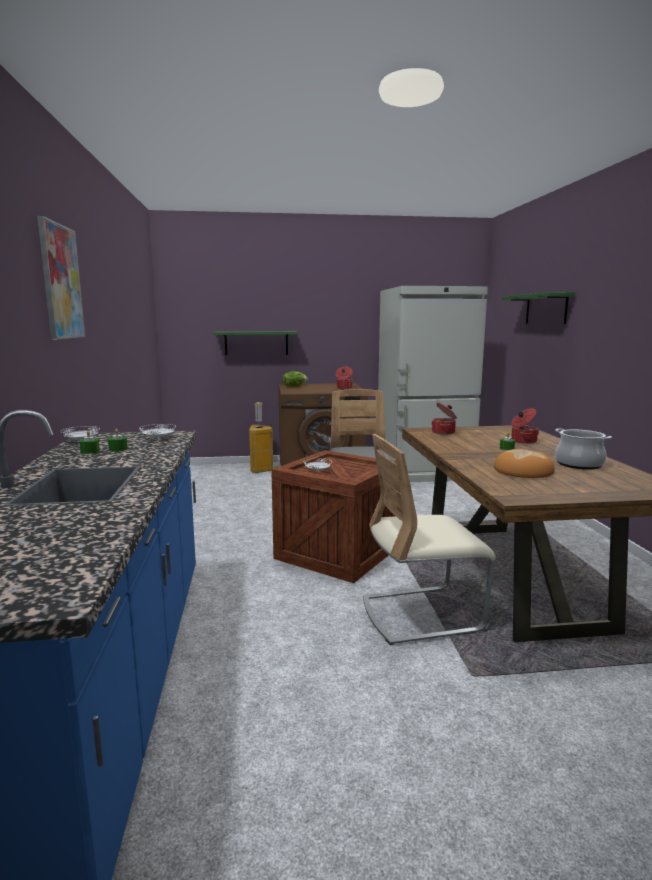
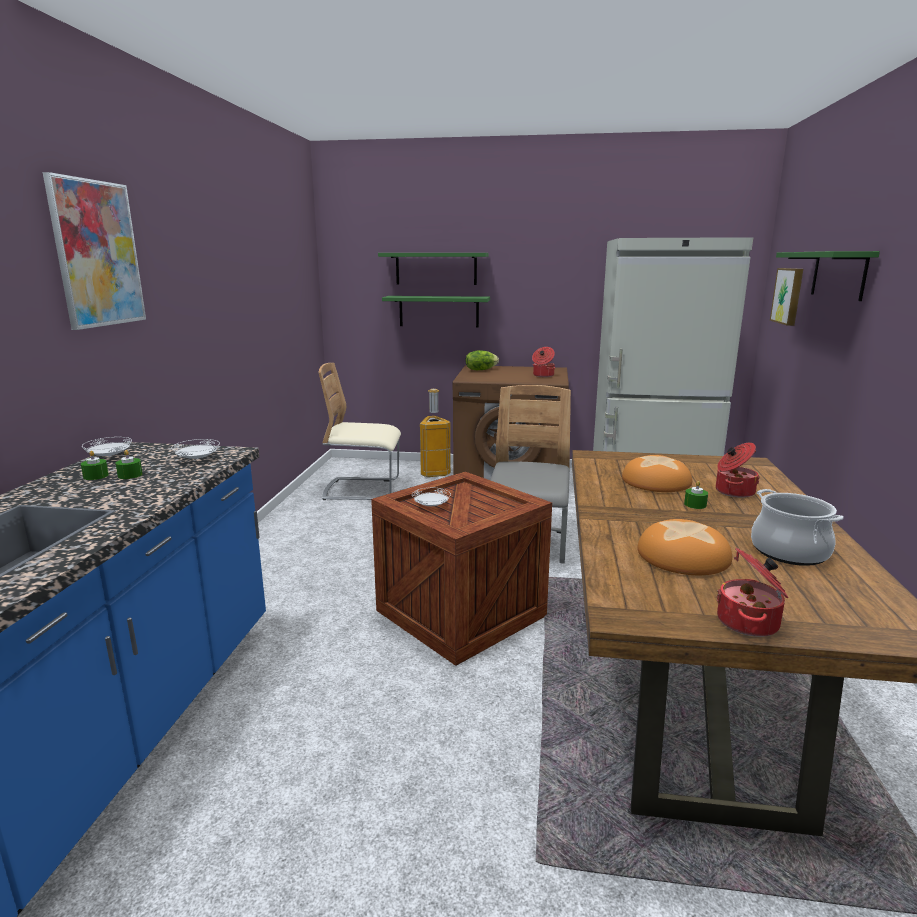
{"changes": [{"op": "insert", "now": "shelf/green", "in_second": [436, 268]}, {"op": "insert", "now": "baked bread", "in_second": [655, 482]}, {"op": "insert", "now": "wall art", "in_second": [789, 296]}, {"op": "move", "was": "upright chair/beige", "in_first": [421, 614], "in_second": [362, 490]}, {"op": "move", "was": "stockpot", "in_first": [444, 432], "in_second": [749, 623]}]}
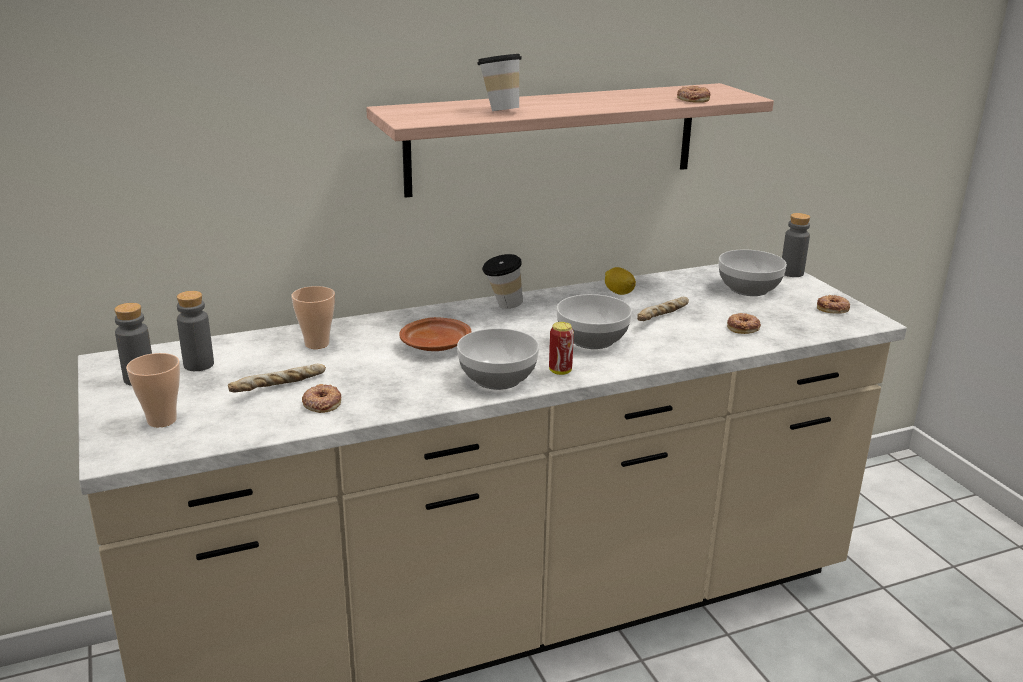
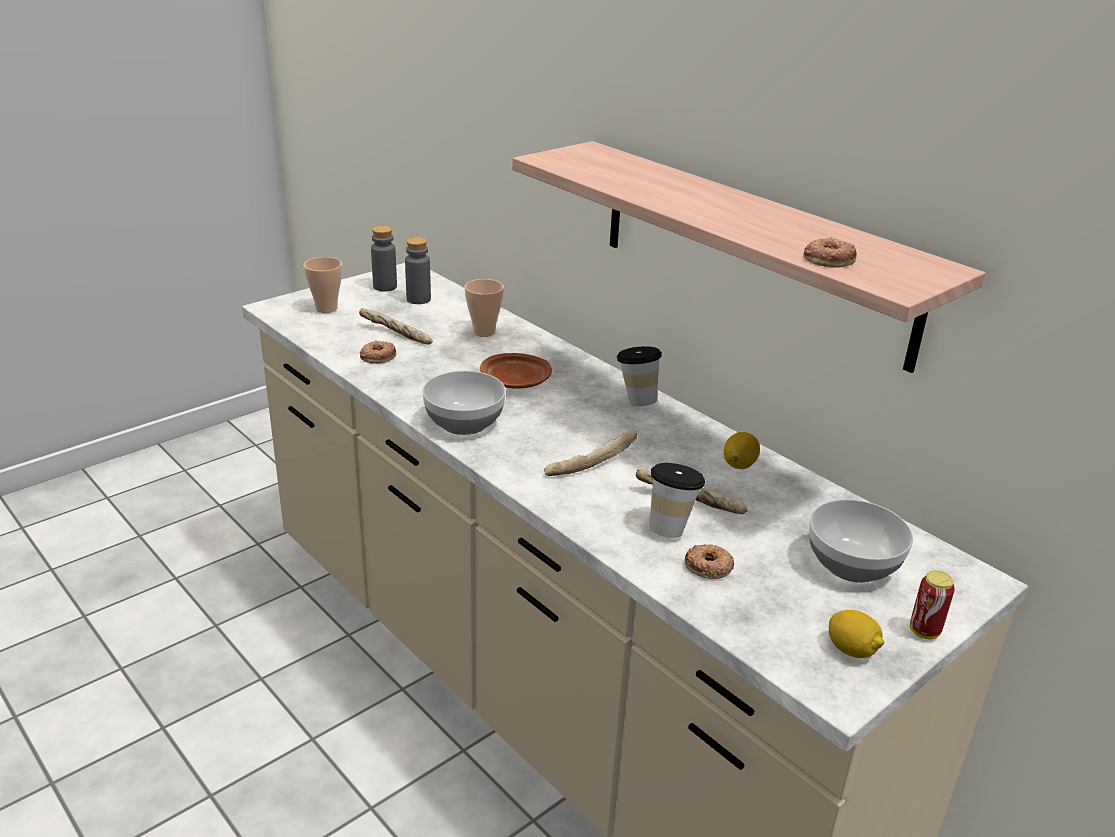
{"changes": [{"op": "delete", "was": "beverage bottle/gray", "in_first": [791, 273]}, {"op": "move", "was": "cup", "in_first": [499, 110], "in_second": [671, 527]}, {"op": "move", "was": "sealed can", "in_first": [560, 371], "in_second": [924, 631]}, {"op": "replace", "was": "serving bowl", "now": "baked bread", "in_first": [593, 339], "in_second": [590, 463]}, {"op": "replace", "was": "doughnut", "now": "citrus fruit", "in_first": [833, 308], "in_second": [851, 650]}]}
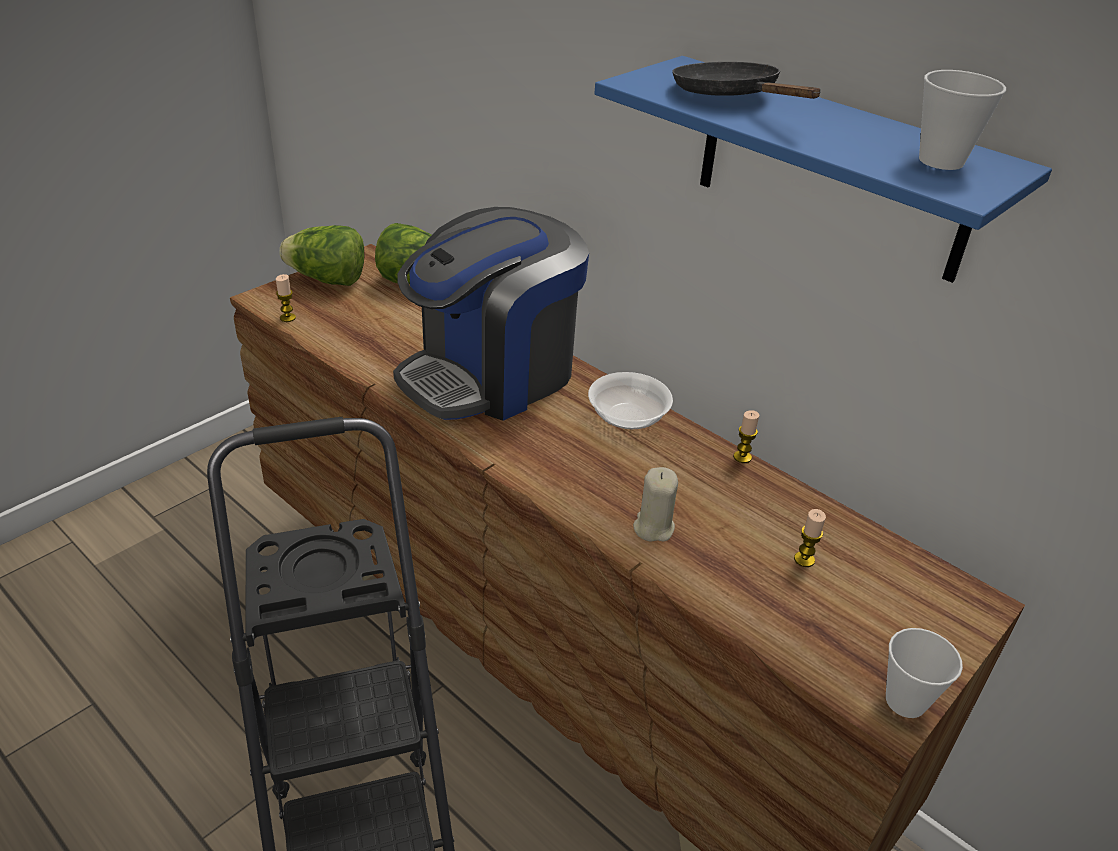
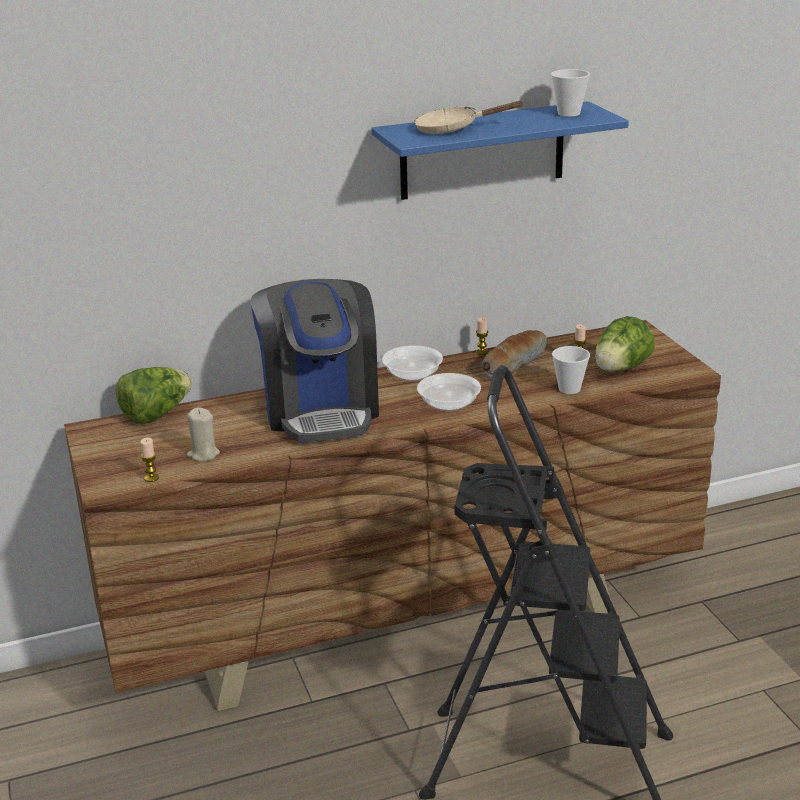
{"changes": [{"op": "insert", "now": "serving bowl", "in_second": [449, 405]}, {"op": "insert", "now": "baked bread", "in_second": [513, 364]}, {"op": "move", "was": "lettuce head", "in_first": [327, 280], "in_second": [620, 369]}, {"op": "move", "was": "candle/beige", "in_first": [653, 527], "in_second": [203, 454]}, {"op": "move", "was": "cup", "in_first": [905, 701], "in_second": [569, 389]}, {"op": "recolor", "was": "frying pan/black-coloured", "now": "frying pan/beige", "in_first": [731, 97], "in_second": [453, 129]}]}
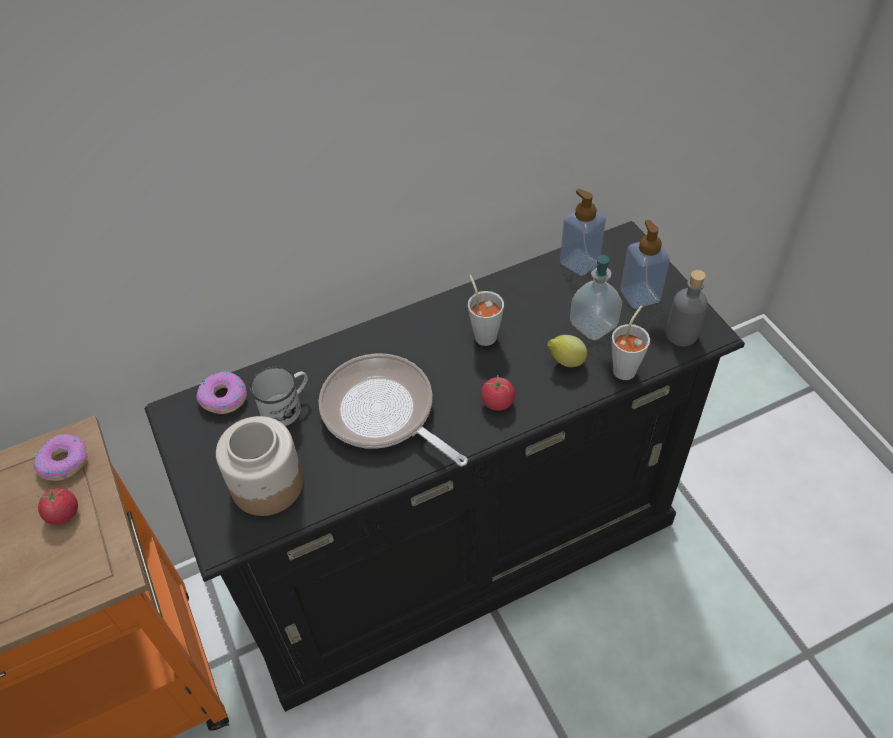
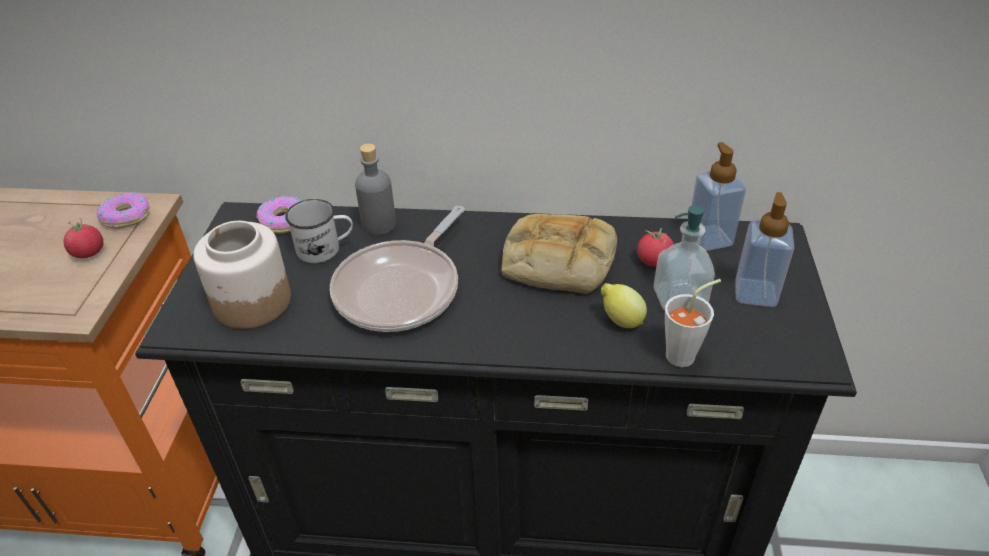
{"changes": [{"op": "move", "was": "tomato", "in_first": [497, 402], "in_second": [654, 261]}, {"op": "move", "was": "beverage bottle/gray", "in_first": [681, 334], "in_second": [379, 225]}, {"op": "replace", "was": "cup/gray", "now": "baked bread", "in_first": [483, 333], "in_second": [556, 262]}, {"op": "rotate", "was": "frying pan", "in_first": [382, 412], "in_second": [402, 289], "clockwise": -135}]}
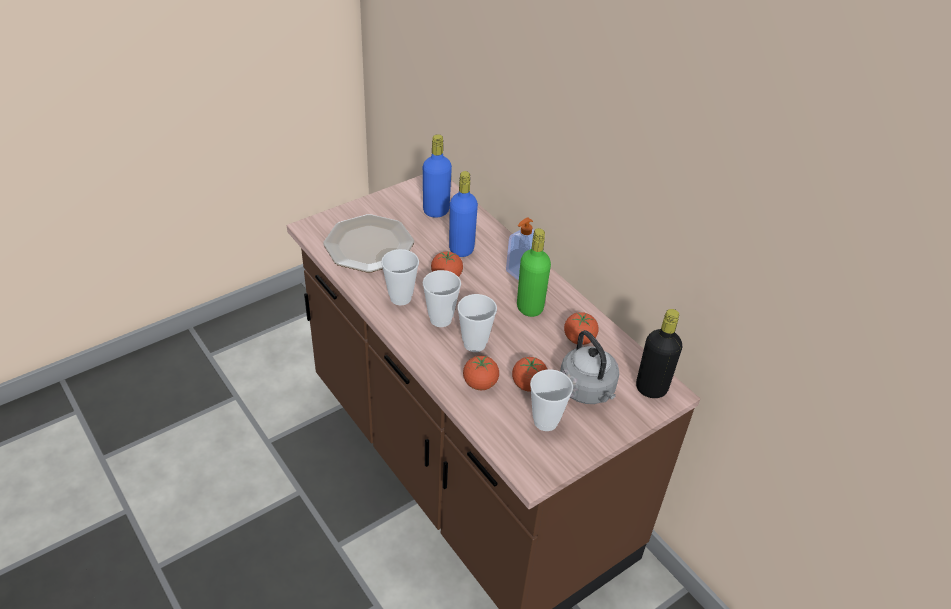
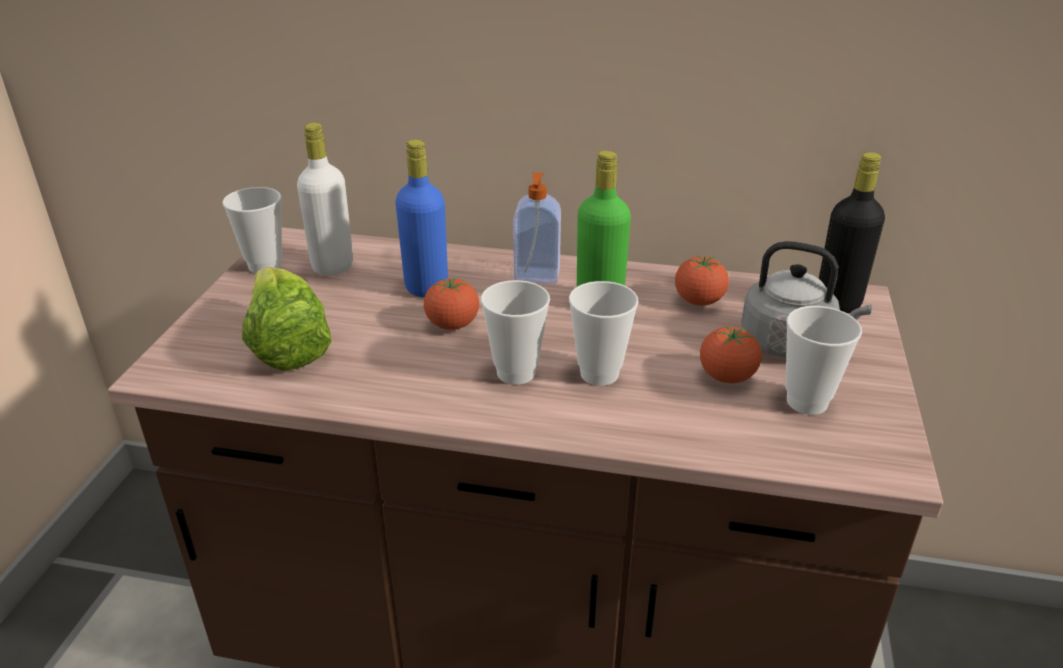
{"changes": [{"op": "delete", "was": "tomato", "in_first": [480, 383]}, {"op": "move", "was": "cup", "in_first": [400, 298], "in_second": [264, 265]}, {"op": "replace", "was": "dinner plate", "now": "lettuce head", "in_first": [368, 245], "in_second": [287, 347]}, {"op": "recolor", "was": "beverage bottle/blue-coloured", "now": "beverage bottle/white-coloured", "in_first": [436, 211], "in_second": [333, 266]}]}
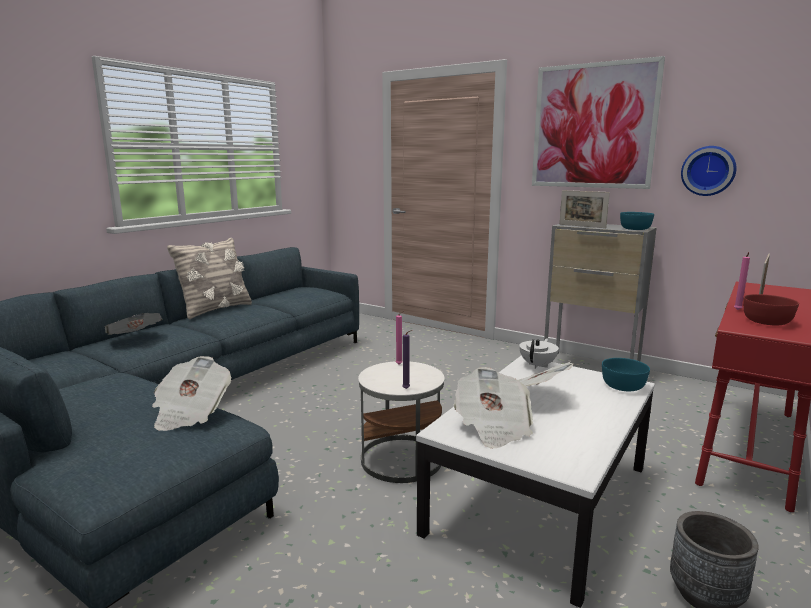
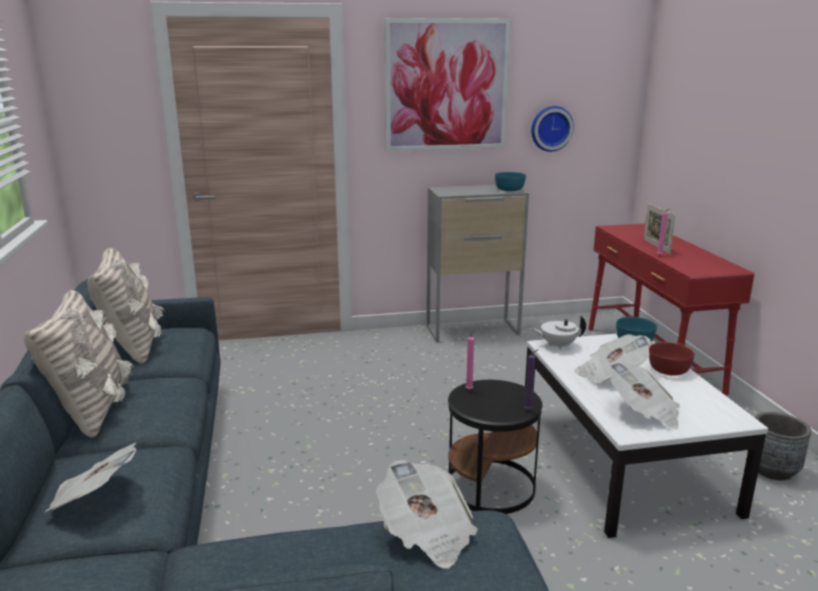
{"changes": [{"op": "delete", "was": "photo frame", "in_first": [582, 226]}, {"op": "insert", "now": "throw pillow/beige", "in_second": [135, 345]}, {"op": "move", "was": "serving bowl/reddish", "in_first": [767, 322], "in_second": [669, 370]}, {"op": "recolor", "was": "accent table/white-coloured", "now": "accent table/black-coloured", "in_first": [402, 459], "in_second": [491, 486]}, {"op": "rotate", "was": "pot for tea/white-coloured", "in_first": [538, 365], "in_second": [557, 345], "clockwise": -75}]}
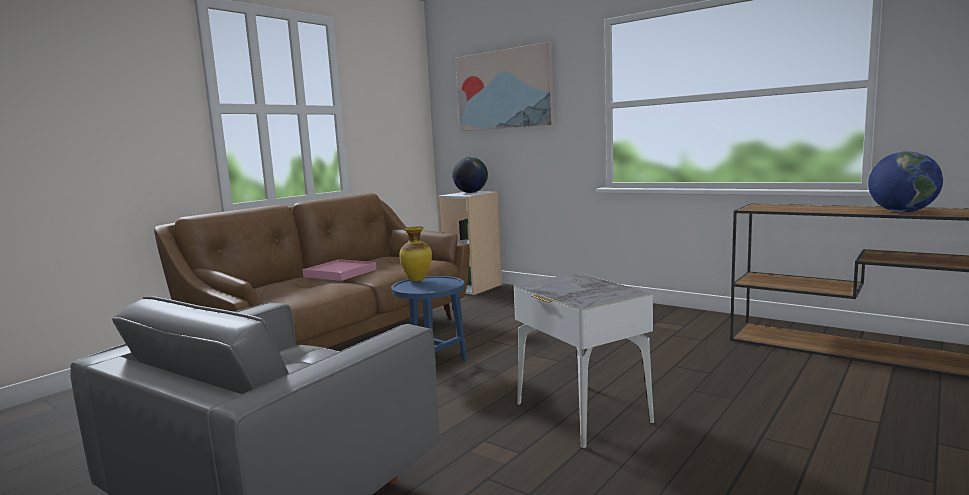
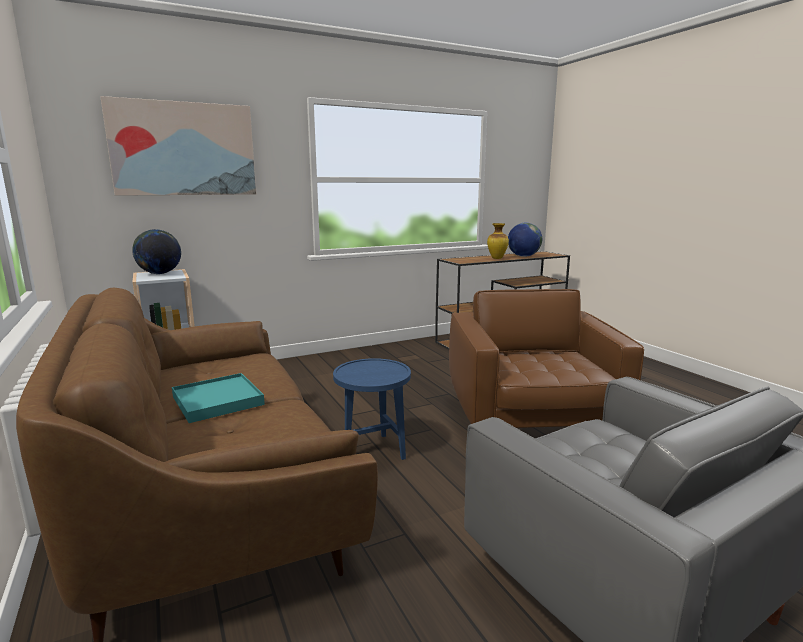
{"changes": [{"op": "move", "was": "flower vase", "in_first": [417, 280], "in_second": [497, 258]}, {"op": "replace", "was": "accent table", "now": "armchair/brown-coloured", "in_first": [582, 413], "in_second": [531, 421]}, {"op": "recolor", "was": "tray/pink-coloured", "now": "tray/blue-green", "in_first": [340, 273], "in_second": [218, 400]}]}
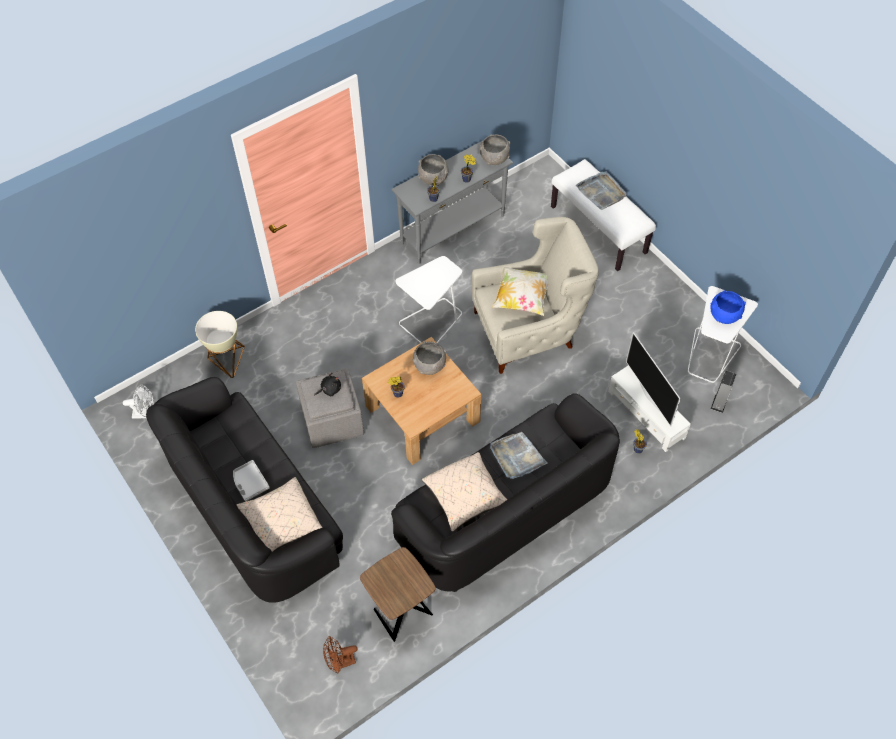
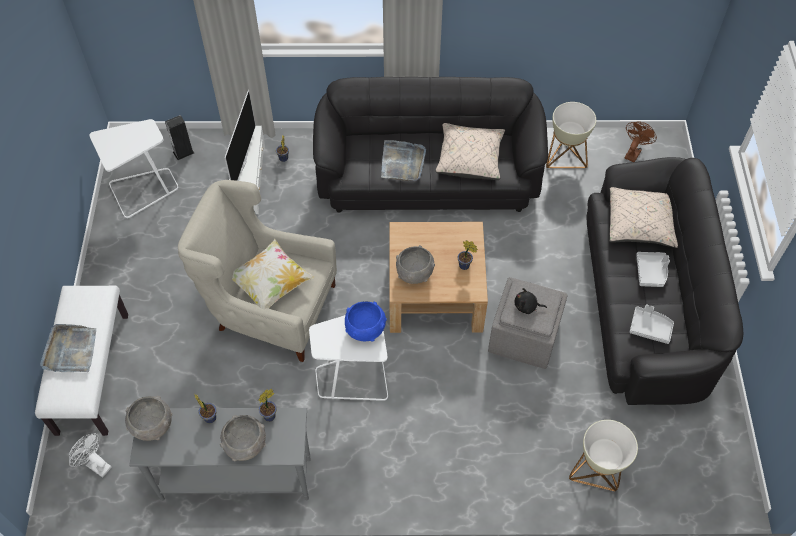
{"changes": [{"op": "insert", "now": "tray/gray", "in_second": [650, 328]}, {"op": "move", "was": "cooling fan/white-coloured", "in_first": [145, 413], "in_second": [95, 464]}, {"op": "move", "was": "serving bowl/blue-coloured", "in_first": [724, 315], "in_second": [365, 330]}, {"op": "replace", "was": "accent table/brown-coloured", "now": "plant pot", "in_first": [400, 611], "in_second": [565, 158]}, {"op": "rotate", "was": "cooling fan/brown-coloured", "in_first": [340, 662], "in_second": [633, 152], "clockwise": -75}]}
